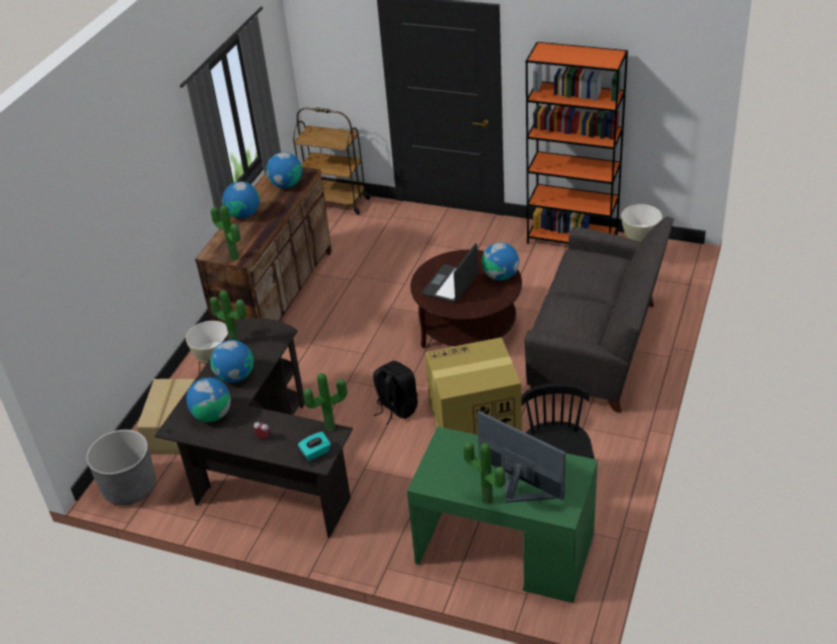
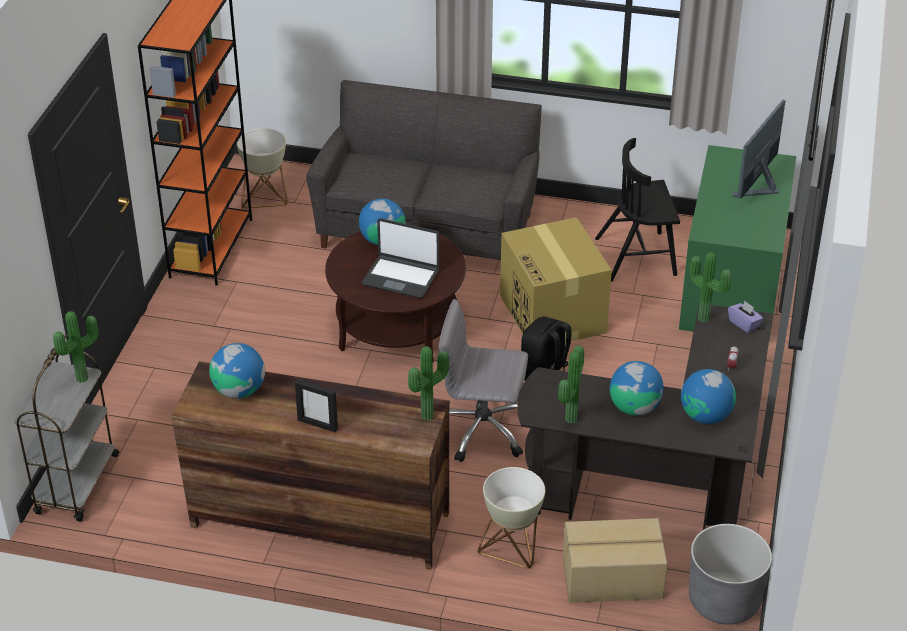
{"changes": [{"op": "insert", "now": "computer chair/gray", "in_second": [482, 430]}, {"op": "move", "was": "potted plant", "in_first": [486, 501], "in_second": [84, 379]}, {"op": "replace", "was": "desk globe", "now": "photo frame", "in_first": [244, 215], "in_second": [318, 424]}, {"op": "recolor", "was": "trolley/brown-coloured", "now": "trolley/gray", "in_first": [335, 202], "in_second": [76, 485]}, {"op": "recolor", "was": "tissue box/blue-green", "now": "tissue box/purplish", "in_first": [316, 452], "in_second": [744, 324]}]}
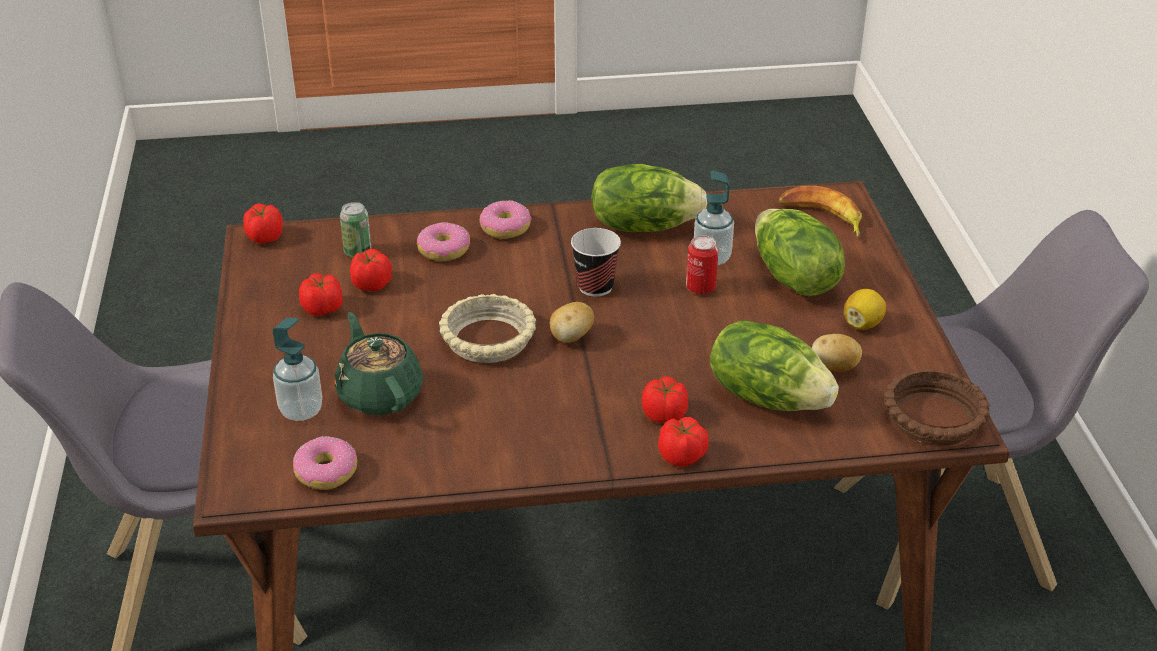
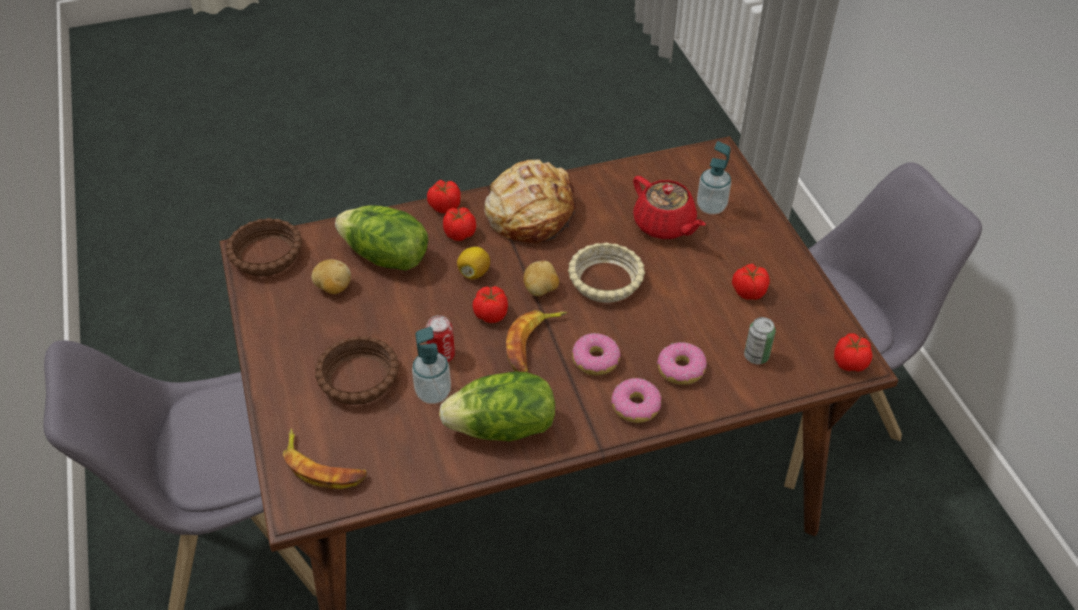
{"changes": [{"op": "insert", "now": "baked bread", "in_second": [530, 213]}, {"op": "move", "was": "doughnut", "in_first": [326, 472], "in_second": [596, 360]}, {"op": "move", "was": "tomato", "in_first": [371, 285], "in_second": [491, 314]}, {"op": "move", "was": "citrus fruit", "in_first": [862, 324], "in_second": [474, 273]}, {"op": "replace", "was": "cup", "now": "banana fruit", "in_first": [595, 287], "in_second": [533, 344]}, {"op": "replace", "was": "lettuce head", "now": "serving bowl/brown-coloured", "in_first": [792, 278], "in_second": [359, 377]}, {"op": "recolor", "was": "pot for tea/green", "now": "pot for tea/reddish", "in_first": [379, 393], "in_second": [665, 225]}]}
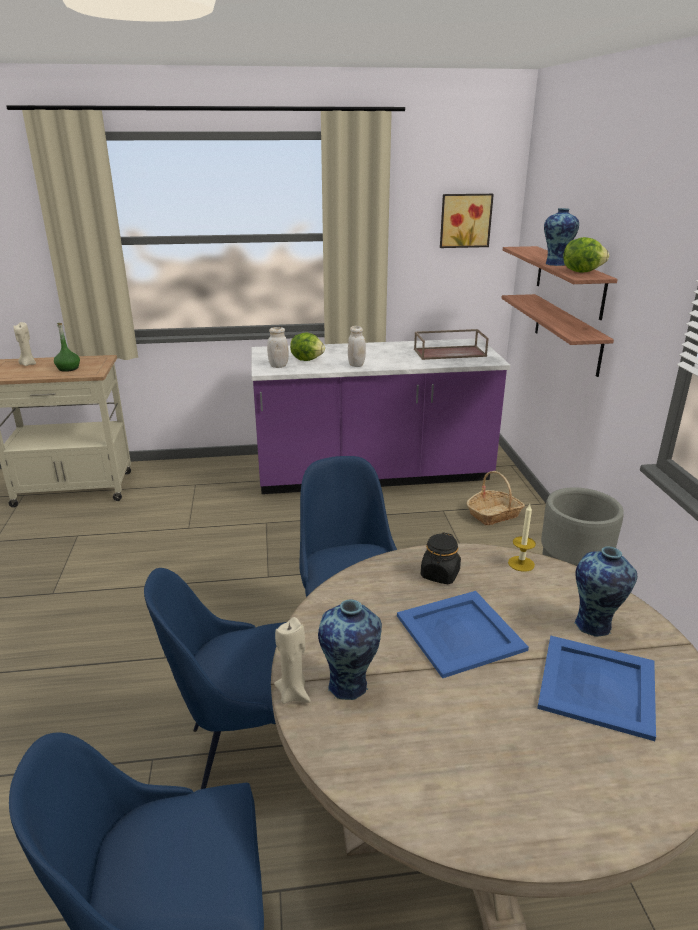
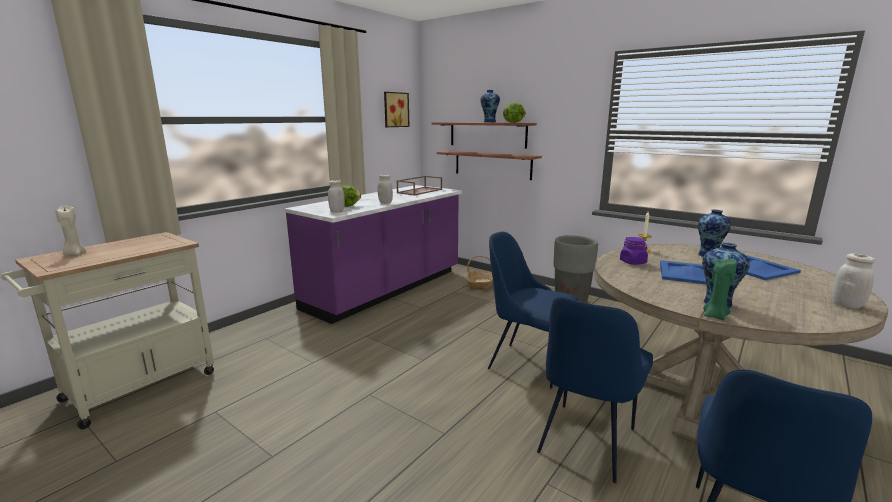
{"changes": [{"op": "delete", "was": "beverage bottle/green", "in_first": [68, 368]}, {"op": "insert", "now": "jar/white-coloured", "in_second": [847, 305]}, {"op": "recolor", "was": "candle/beige", "now": "candle/green", "in_first": [293, 693], "in_second": [715, 316]}, {"op": "recolor", "was": "jar/black-coloured", "now": "jar/purplish", "in_first": [440, 574], "in_second": [633, 262]}]}
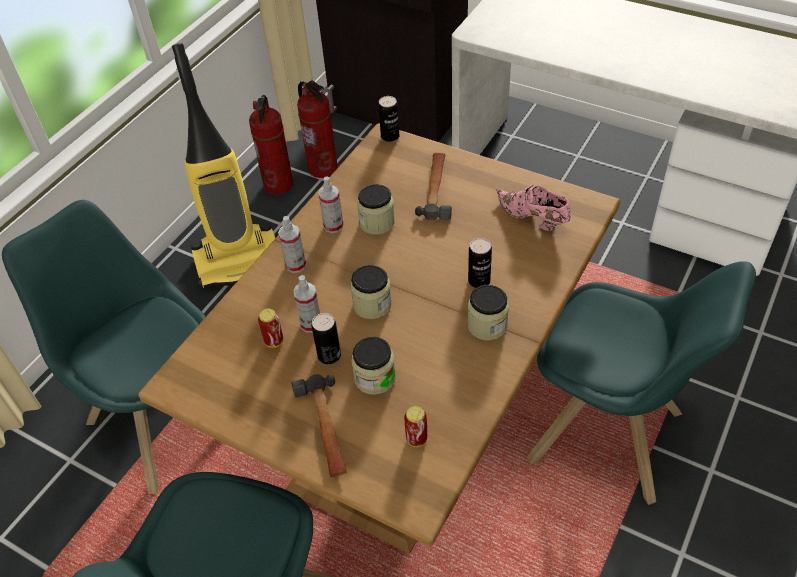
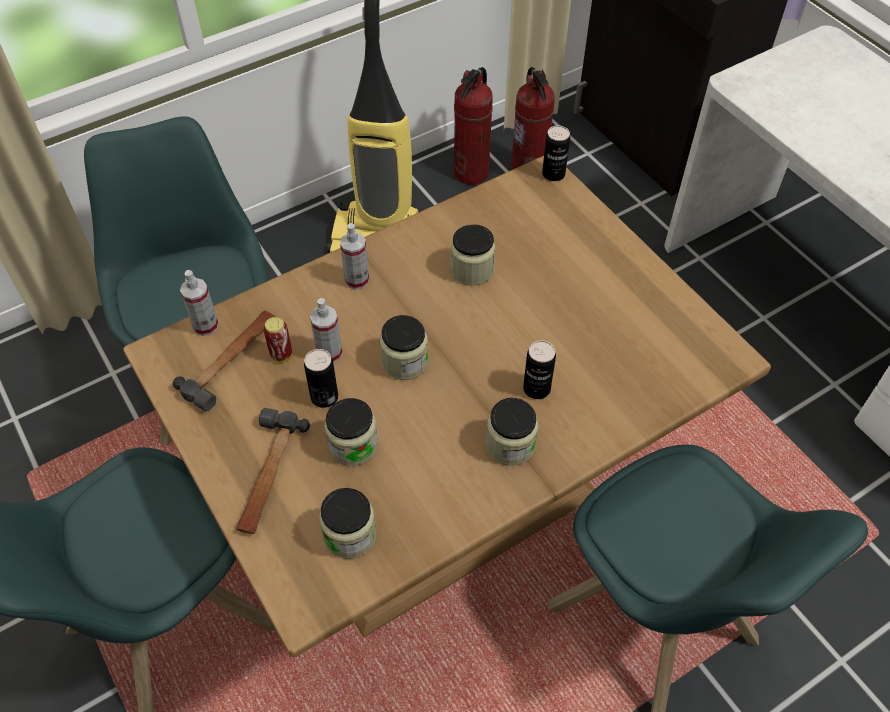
{"changes": [{"op": "delete", "was": "item of footwear/pink-coloured", "in_first": [533, 219]}, {"op": "move", "was": "hand sprayer", "in_first": [333, 226], "in_second": [205, 326]}, {"op": "move", "was": "tool hammer", "in_first": [437, 189], "in_second": [232, 360]}, {"op": "replace", "was": "sealed can", "now": "jar", "in_first": [416, 439], "in_second": [350, 535]}]}
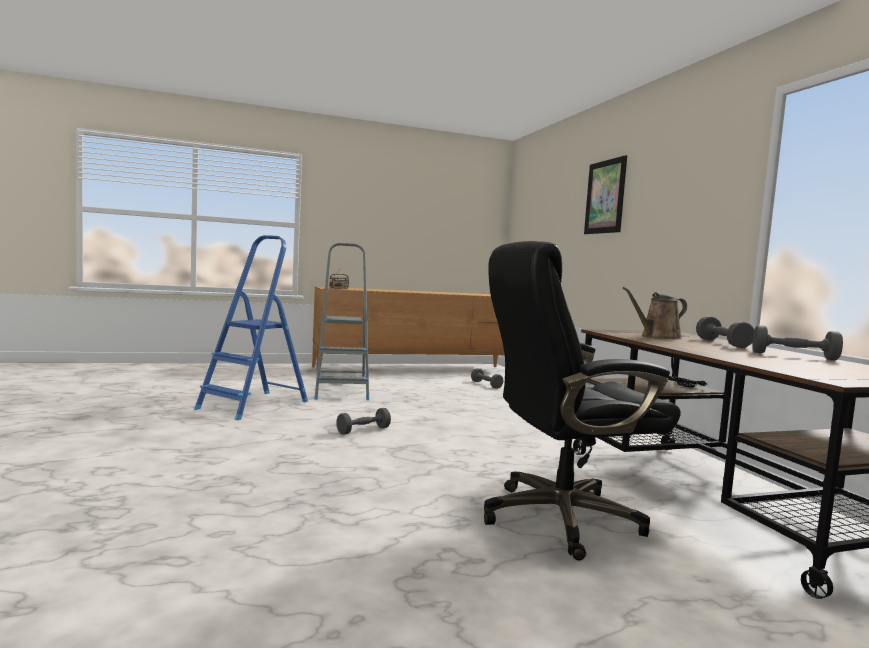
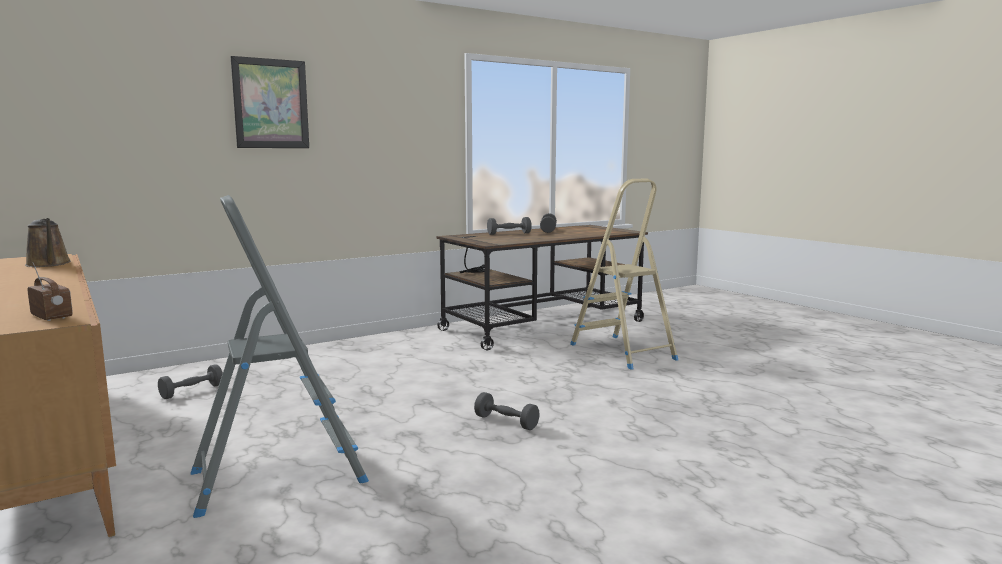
{"changes": [{"op": "delete", "was": "step ladder/blue-coloured", "in_first": [252, 405]}, {"op": "move", "was": "watering pot/brown-coloured", "in_first": [657, 337], "in_second": [49, 264]}, {"op": "replace", "was": "computer chair/black-coloured", "now": "step ladder/beige", "in_first": [564, 518], "in_second": [621, 351]}]}
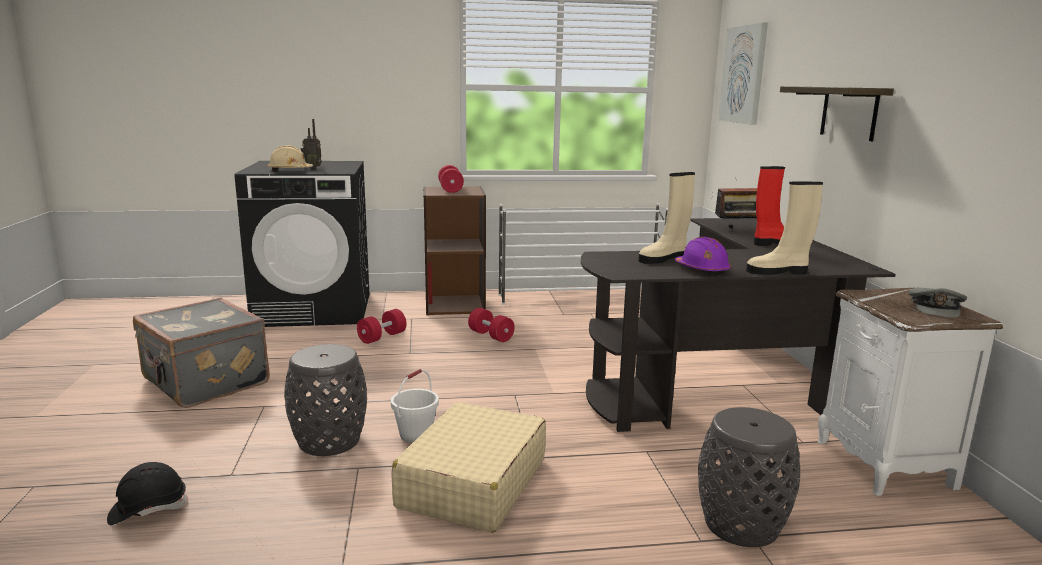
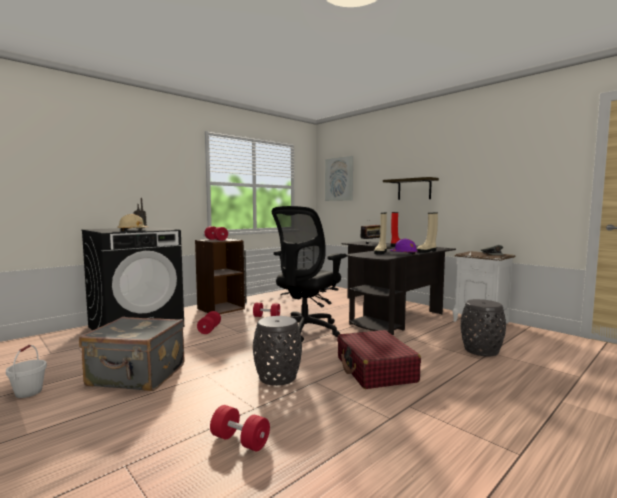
{"changes": [{"op": "insert", "now": "computer chair/black-coloured", "in_second": [307, 329]}, {"op": "move", "was": "pail/white-coloured", "in_first": [415, 434], "in_second": [28, 392]}, {"op": "replace", "was": "work helmet/black-coloured", "now": "hand weight/reddish", "in_first": [148, 509], "in_second": [240, 441]}, {"op": "recolor", "was": "travel case/beige", "now": "travel case/reddish", "in_first": [472, 483], "in_second": [375, 370]}]}
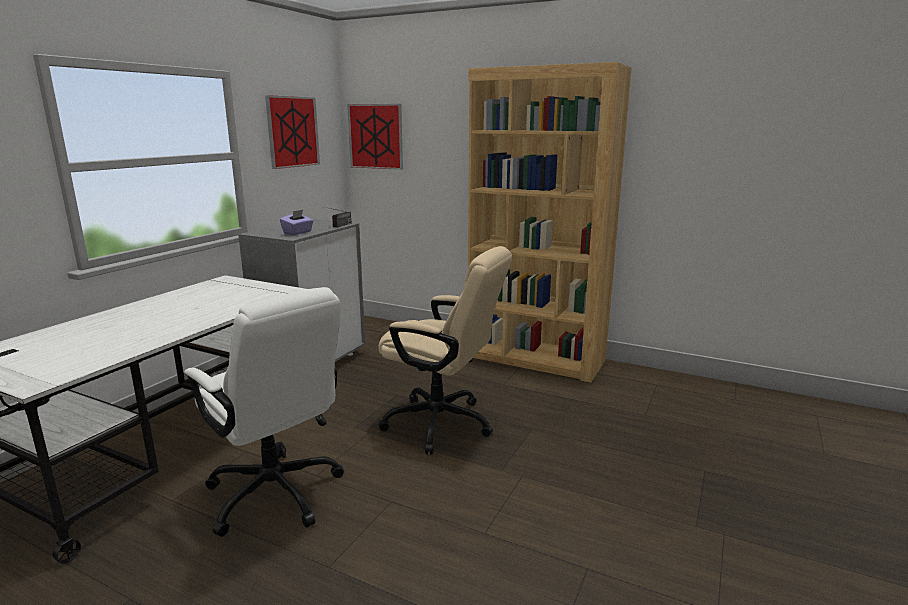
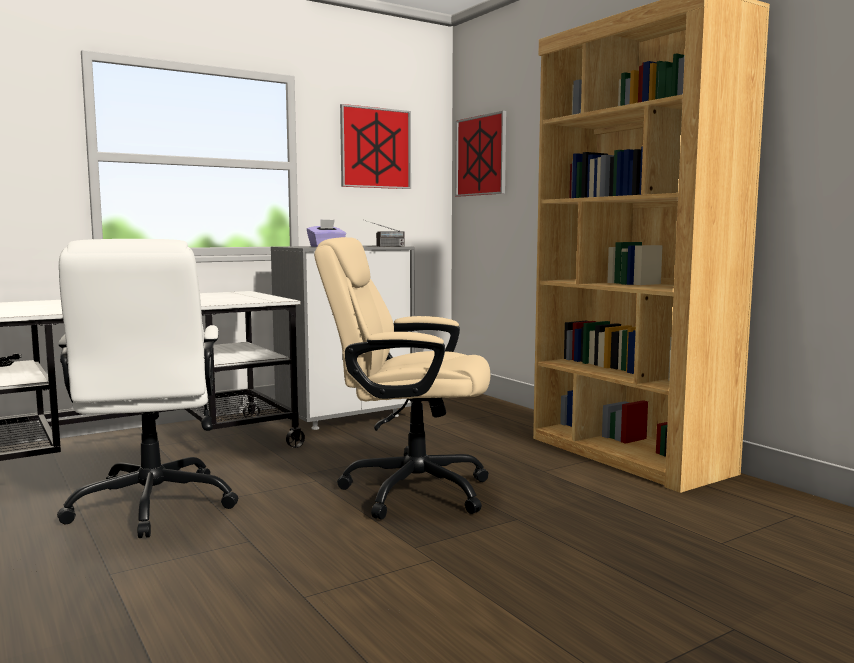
{"changes": [{"op": "rotate", "was": "computer chair/beige", "in_first": [443, 425], "in_second": [407, 492], "clockwise": 135}]}
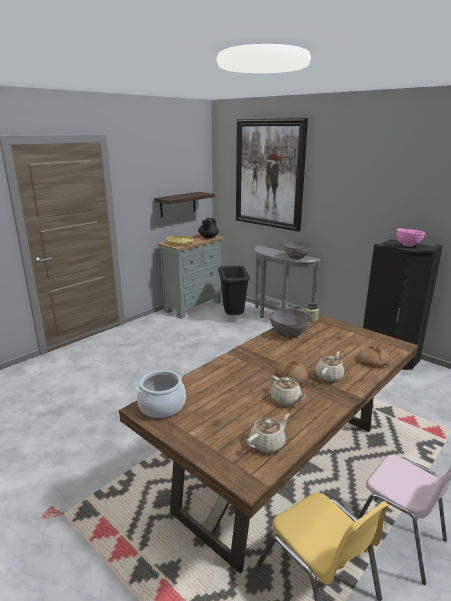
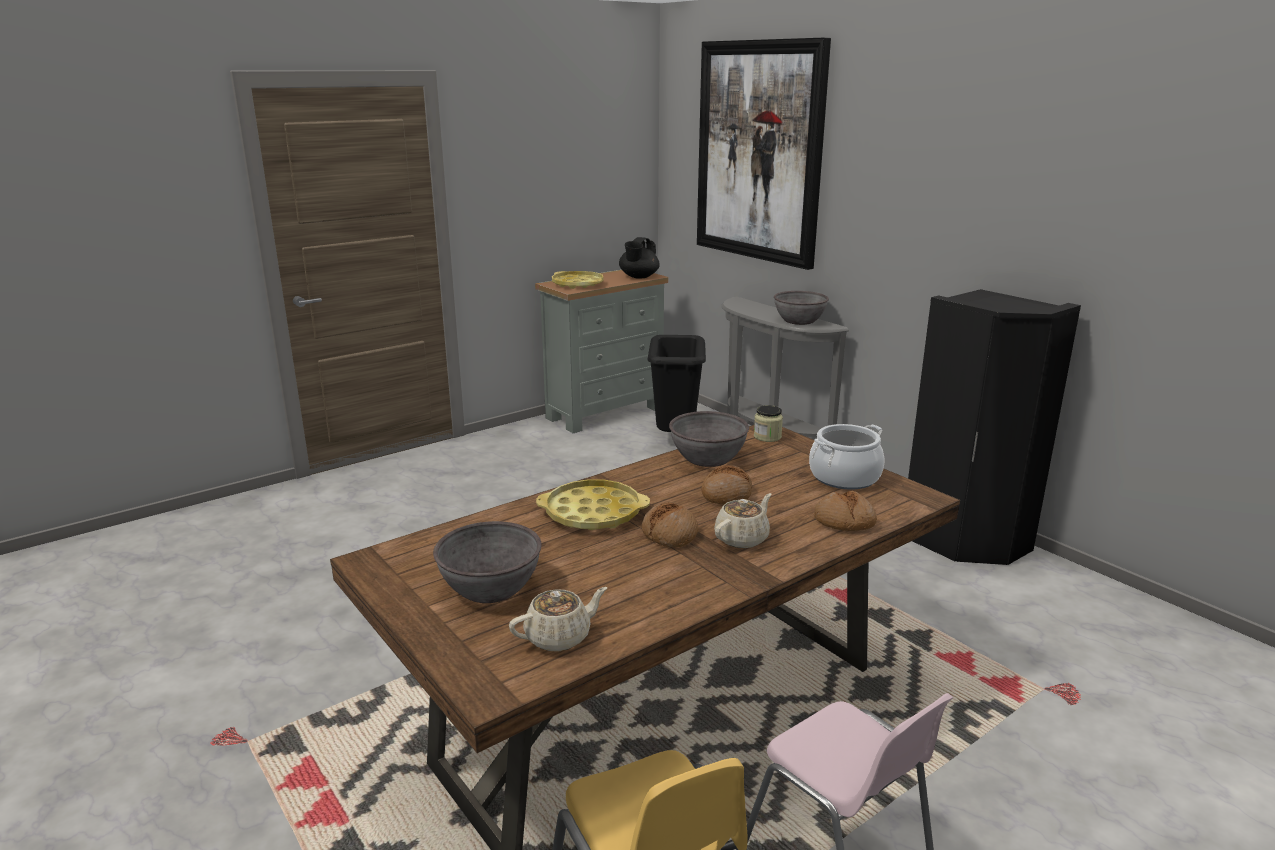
{"changes": [{"op": "delete", "was": "shelf", "in_first": [178, 204]}, {"op": "delete", "was": "pot for tea/beige", "in_first": [286, 400]}, {"op": "delete", "was": "serving bowl/pink-coloured", "in_first": [408, 246]}, {"op": "insert", "now": "serving bowl/gray", "in_second": [490, 588]}, {"op": "insert", "now": "tray/yellow-coloured", "in_second": [593, 513]}, {"op": "insert", "now": "baked bread", "in_second": [726, 494]}, {"op": "move", "was": "stockpot", "in_first": [162, 406], "in_second": [844, 477]}]}
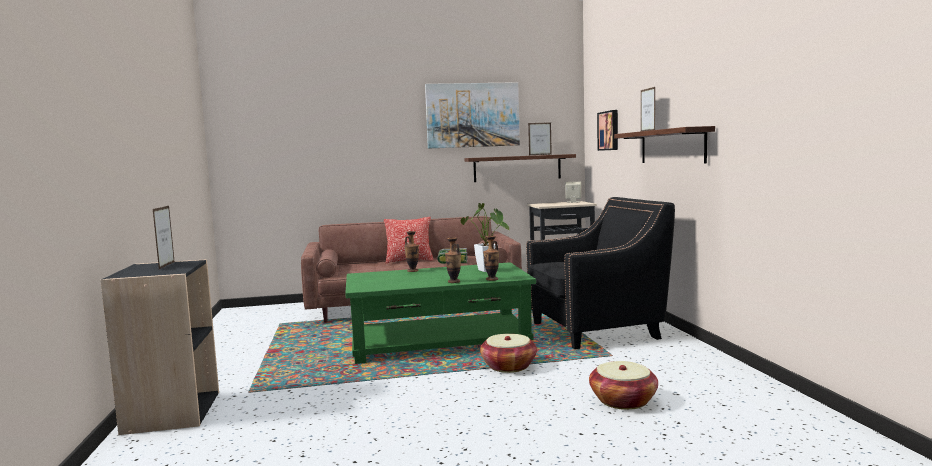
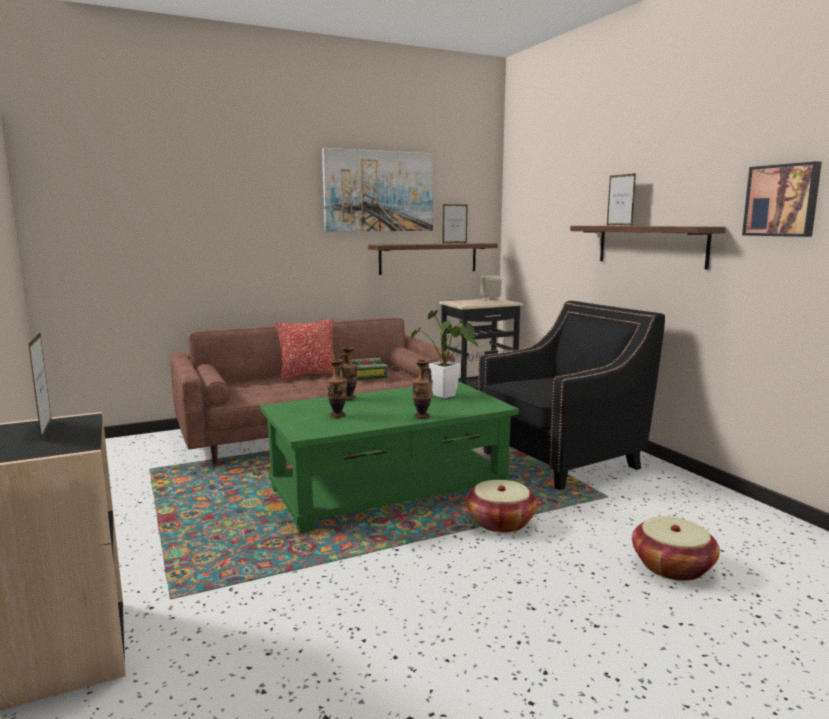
{"changes": [{"op": "move", "was": "flower vase", "in_first": [492, 279], "in_second": [337, 415]}, {"op": "move", "was": "wall art", "in_first": [609, 130], "in_second": [782, 200]}]}
